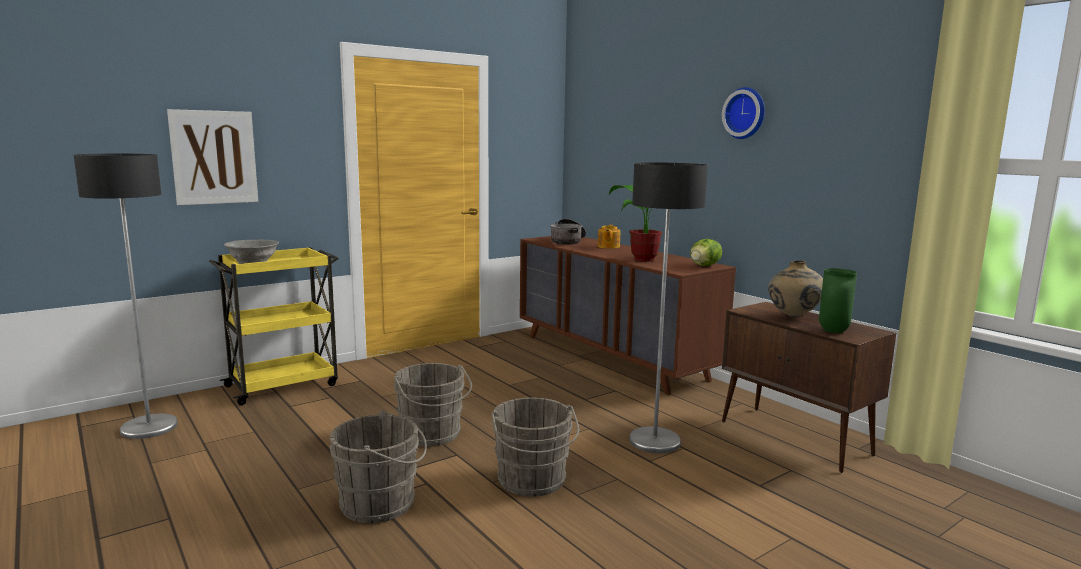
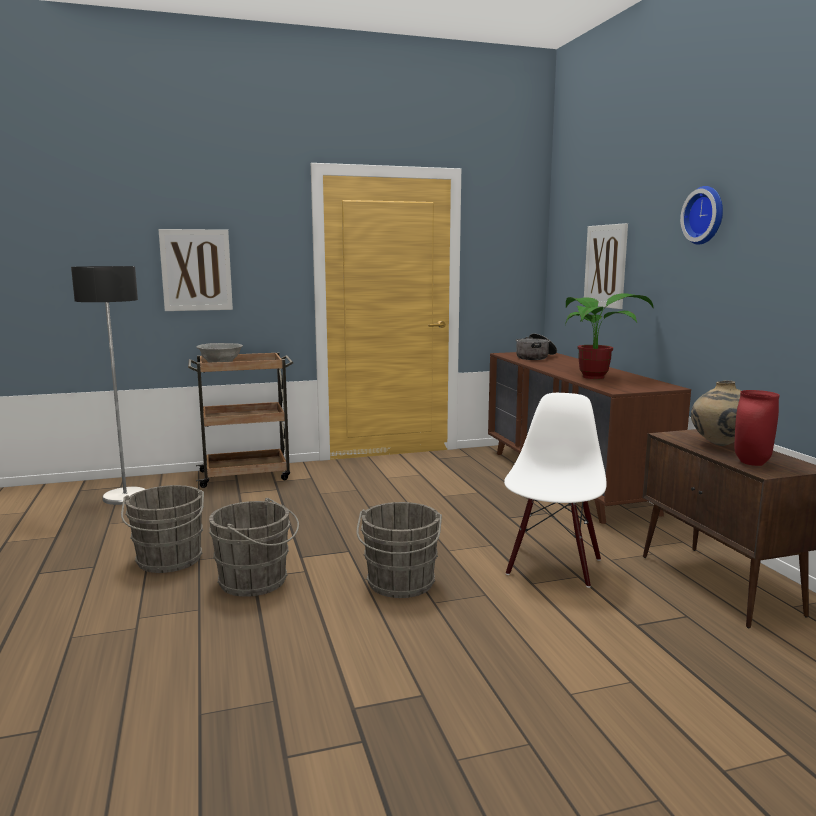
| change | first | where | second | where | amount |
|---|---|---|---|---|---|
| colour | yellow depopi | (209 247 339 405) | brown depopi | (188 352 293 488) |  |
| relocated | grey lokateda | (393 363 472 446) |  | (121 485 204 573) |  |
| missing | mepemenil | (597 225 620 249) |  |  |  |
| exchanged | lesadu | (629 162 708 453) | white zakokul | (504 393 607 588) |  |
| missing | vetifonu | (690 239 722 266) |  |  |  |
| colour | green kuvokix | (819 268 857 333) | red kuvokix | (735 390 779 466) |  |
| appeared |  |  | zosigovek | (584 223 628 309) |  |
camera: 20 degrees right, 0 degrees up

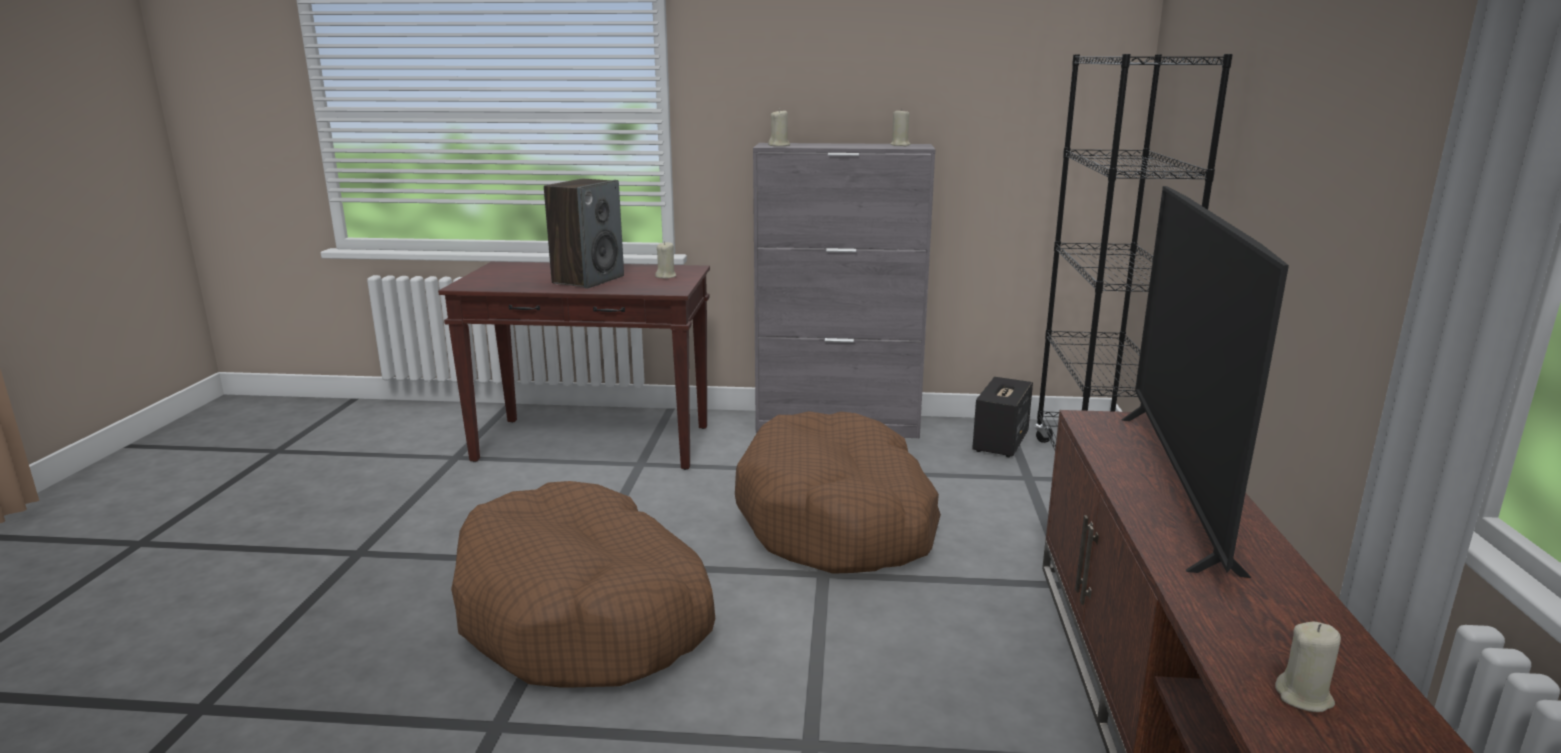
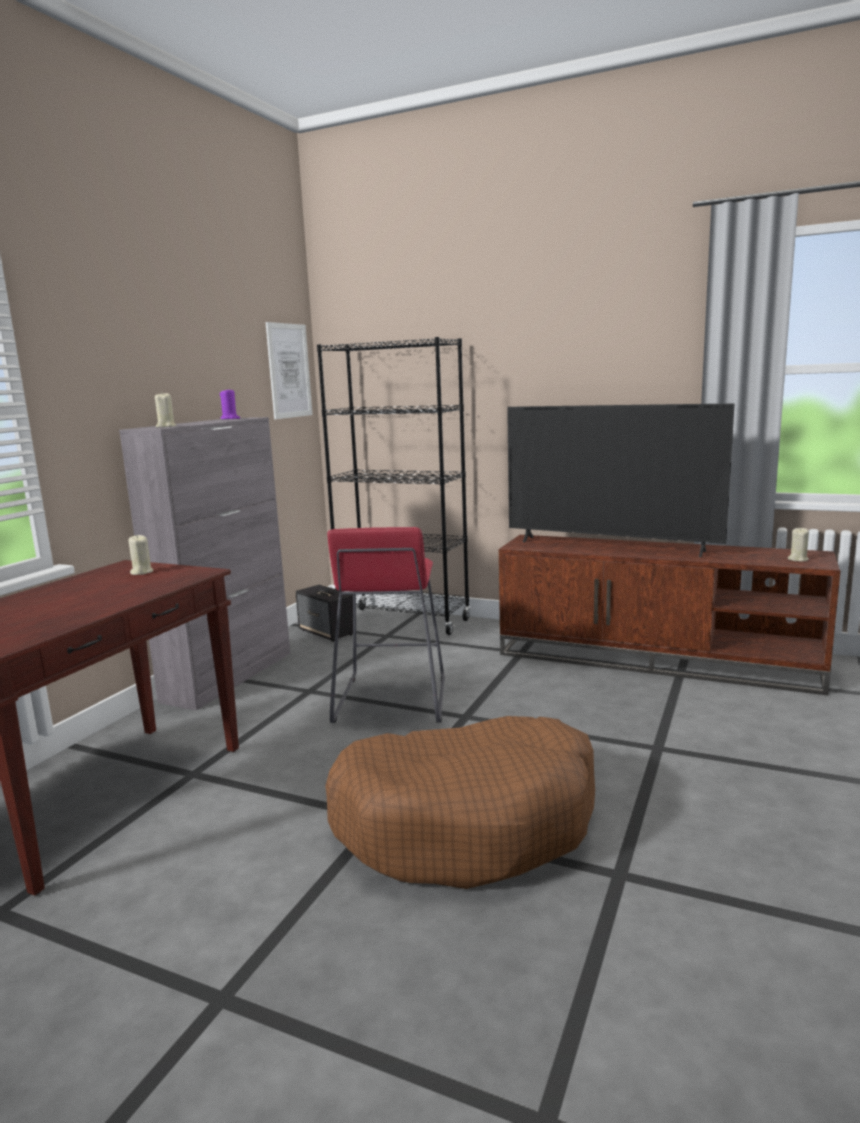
| change | first | where | second | where | amount |
|---|---|---|---|---|---|
| missing | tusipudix | (544 179 624 289) |  |  |  |
| exchanged | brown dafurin | (735 411 941 574) | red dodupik | (327 527 445 723) |  |
| colour | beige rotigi | (890 110 911 146) | purple rotigi | (220 390 240 419) |  |
| appeared |  |  | zosigovek | (266 322 313 419) |  |
camera: 70 degrees left, 5 degrees down

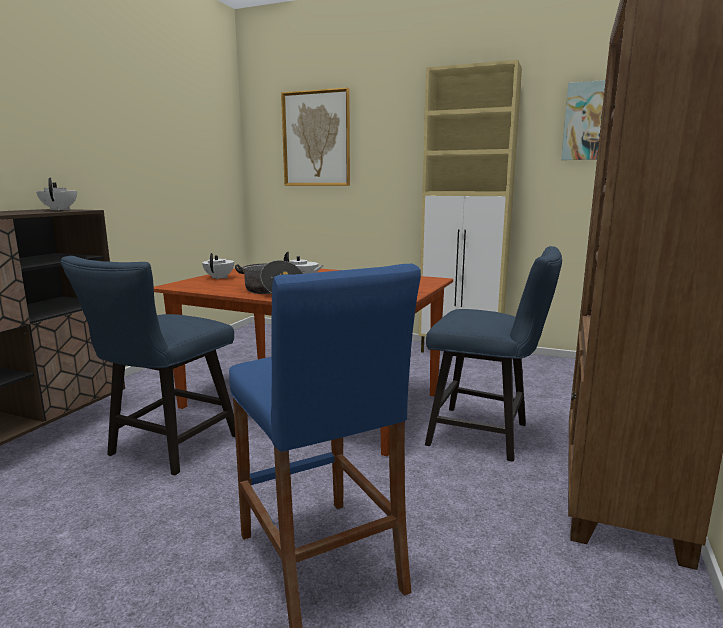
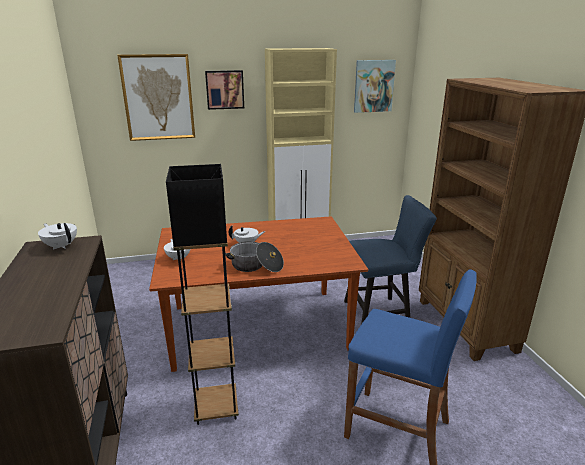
| change | first | where | second | where | amount |
|---|---|---|---|---|---|
| exchanged | blue zakokul | (60 256 235 475) | black lesadu | (166 164 239 425) |  |
| appeared |  |  | zosigovek | (205 70 244 110) |  |
camera: 35 degrees left, 10 degrees up

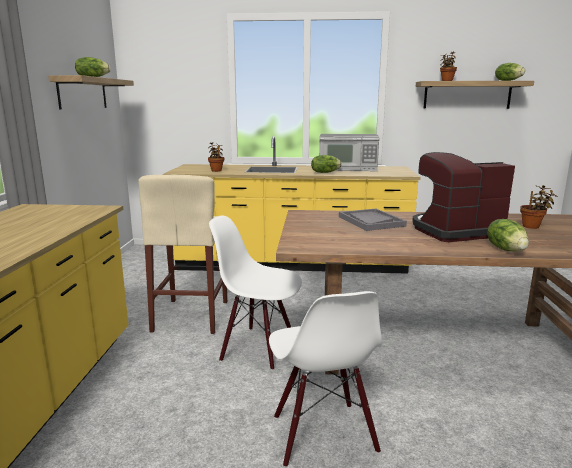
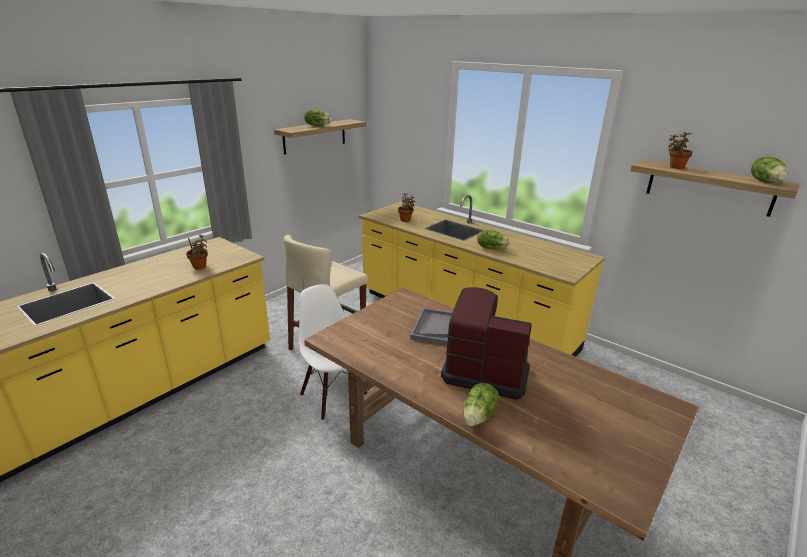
| change | first | where | second | where | amount |
|---|---|---|---|---|---|
| missing | white zakokul | (269 291 382 467) |  |  |  |
| missing | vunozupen | (319 134 379 171) |  |  |  |
| relocated | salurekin | (520 185 558 229) |  | (186 235 208 269) |  |
camera: 35 degrees right, 10 degrees up

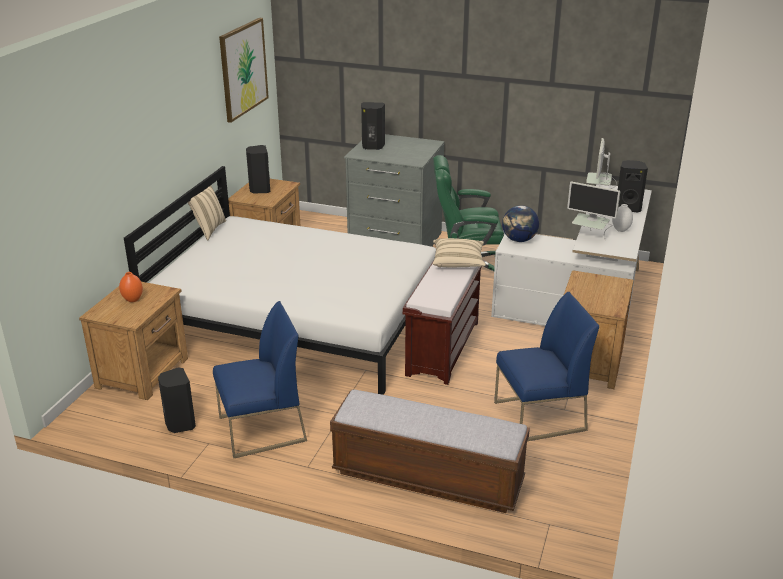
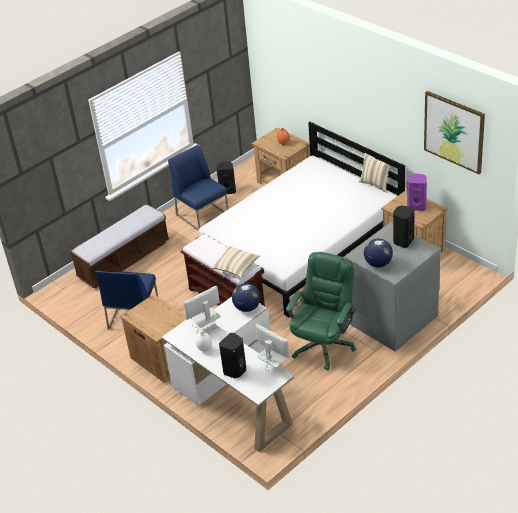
| change | first | where | second | where | amount |
|---|---|---|---|---|---|
| spun | blue zakokul | (213 301 307 458) |  | (168 145 228 231) | 135 degrees clockwise |
| colour | black tusipudix | (246 145 270 194) | purple tusipudix | (407 174 427 211) |  |
| appeared |  |  | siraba | (364 239 393 267) |  |
camera: 120 degrees right, 10 degrees up

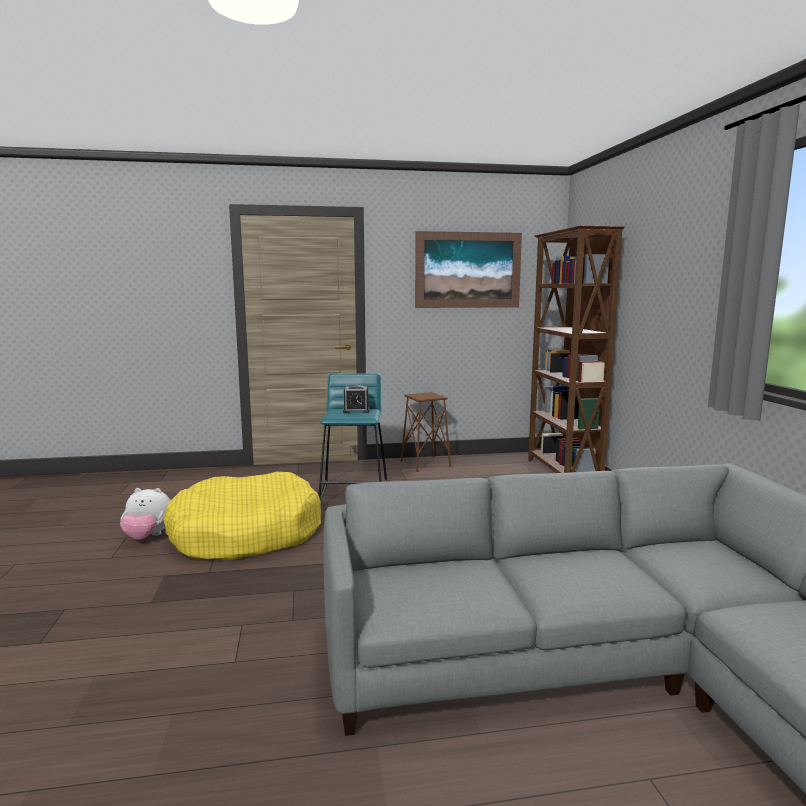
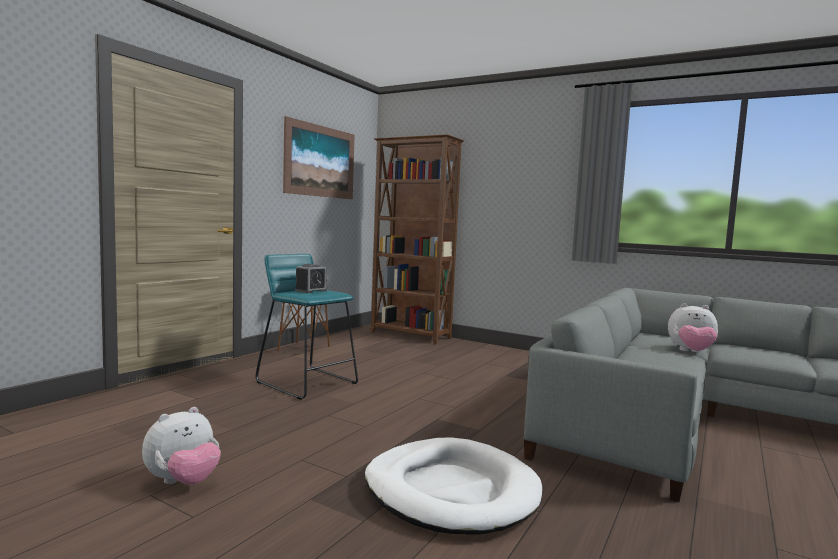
| change | first | where | second | where | amount |
|---|---|---|---|---|---|
| missing | yellow dafurin | (163 472 321 560) |  |  |  |
| appeared |  |  | white dafurin | (365 437 543 534) |  |
| appeared |  |  | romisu | (668 303 718 352) |  |
camera: 50 degrees left, 5 degrees down

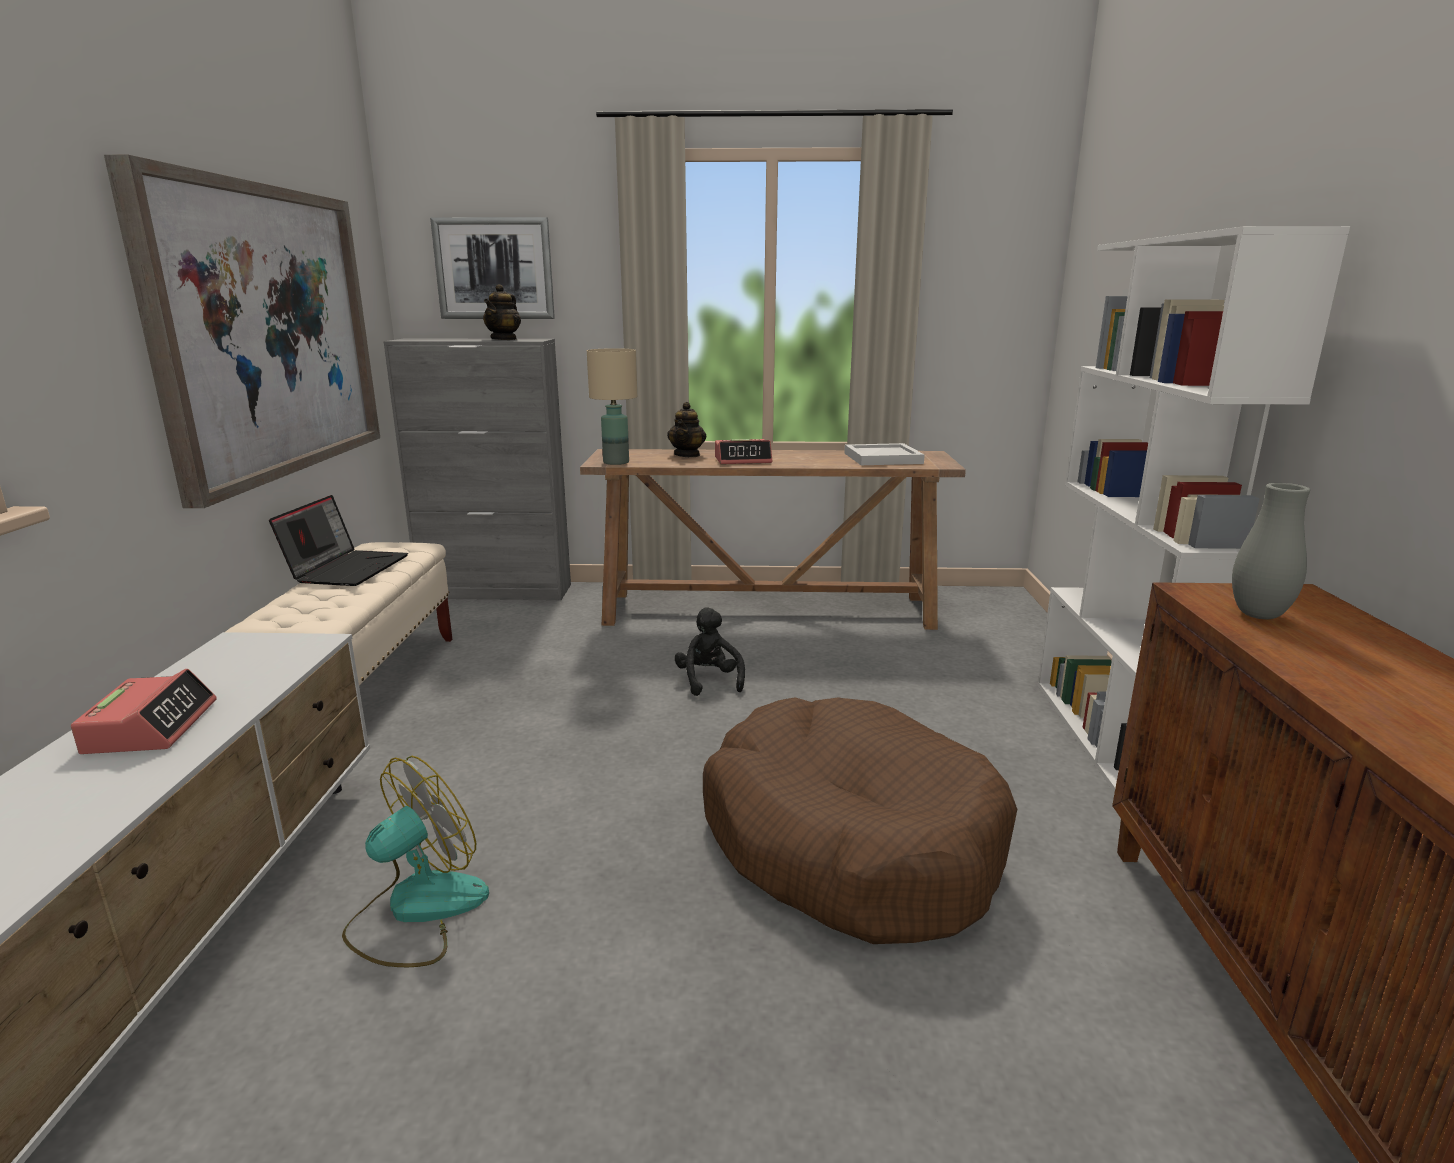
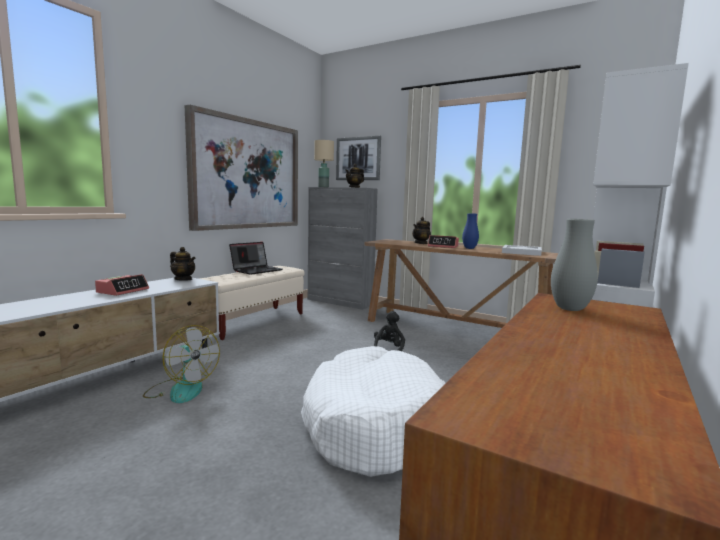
| change | first | where | second | where | amount |
|---|---|---|---|---|---|
| spun | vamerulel | (342 756 489 967) |  | (143 325 220 403) | 60 degrees clockwise |
| relocated | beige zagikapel | (587 348 637 465) |  | (314 140 334 187) |  |
| colour | brown dafurin | (703 697 1017 944) | white dafurin | (301 346 446 477) |  |
| appeared |  |  | mepemenil | (170 247 195 281) |  |
| appeared |  |  | blue kuvokix | (462 213 479 249) |  |
camera: 30 degrees right, 10 degrees down

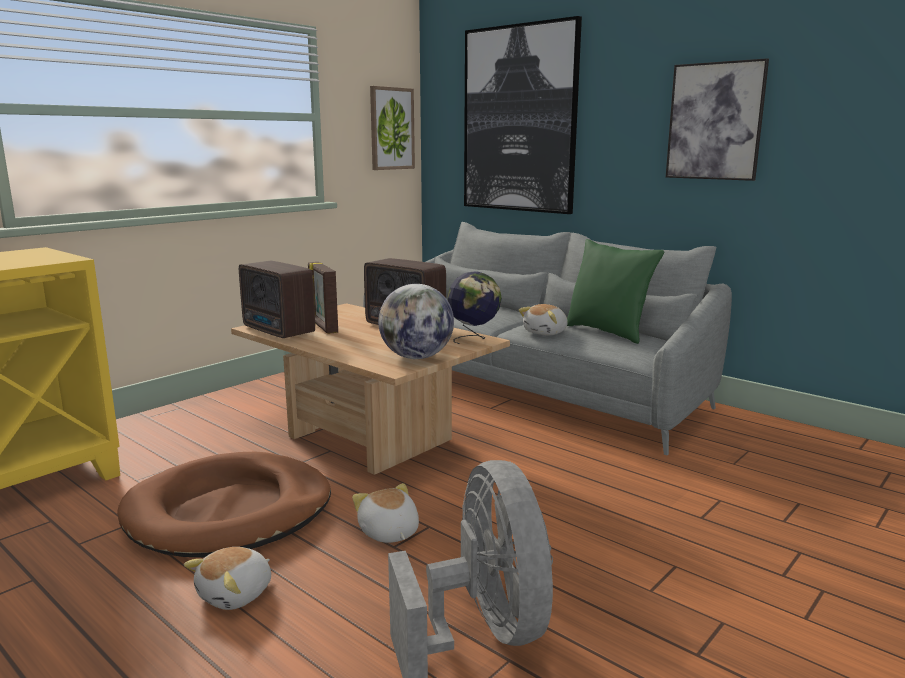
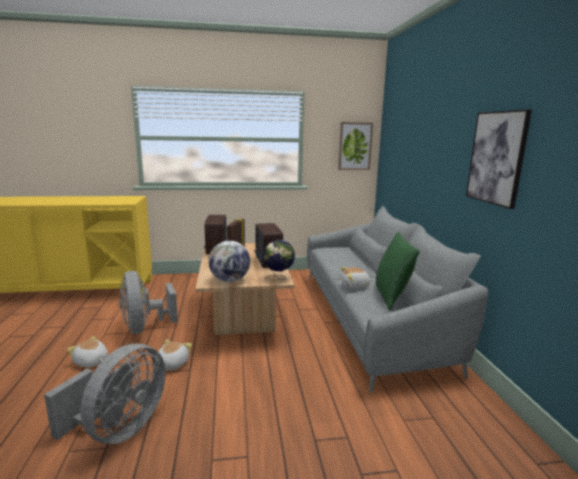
| change | first | where | second | where | amount |
|---|---|---|---|---|---|
| exchanged | brown dafurin | (117 452 331 558) | grey vamerulel | (119 271 178 334) |  |
| spun | romisu | (184 547 271 610) |  | (67 336 108 367) | 45 degrees clockwise |
| missing | zosigovek | (464 16 582 214) |  |  |  |
camera: 40 degrees right, 0 degrees up

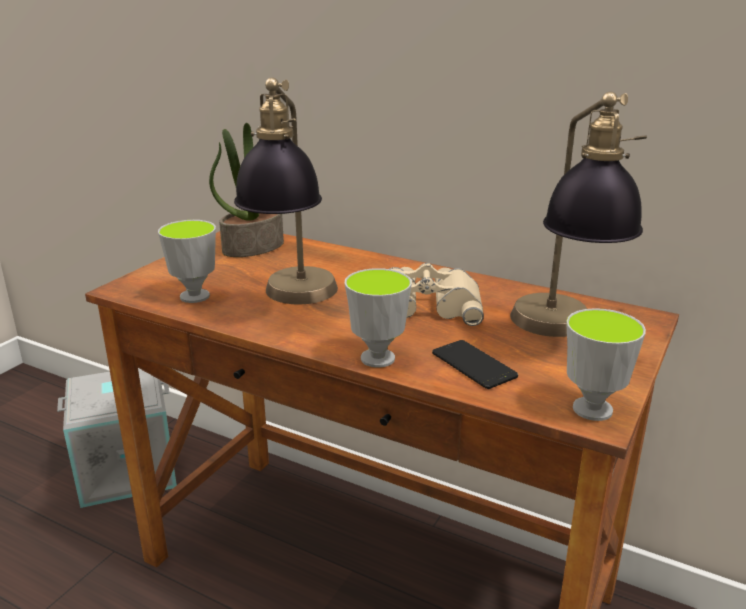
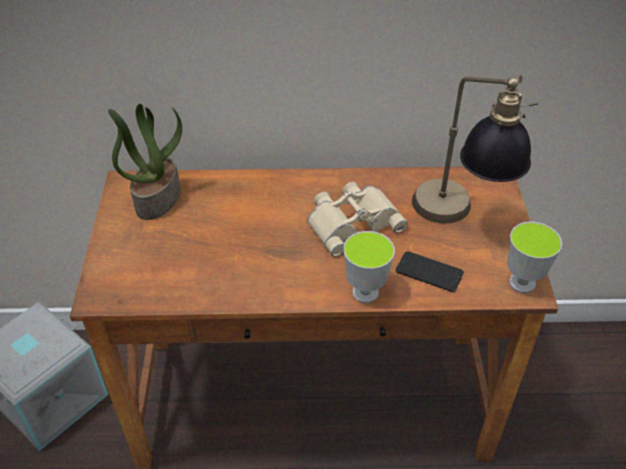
| change | first | where | second | where | amount |
|---|---|---|---|---|---|
| missing | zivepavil | (158 220 216 303) |  |  |  |
| missing | zagikapel | (234 77 338 304) |  |  |  |
camera: 30 degrees left, 20 degrees up

